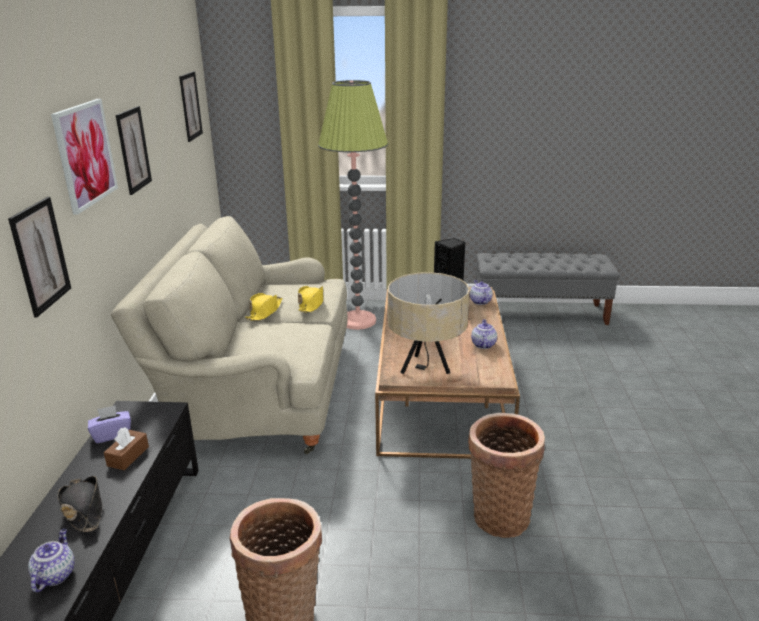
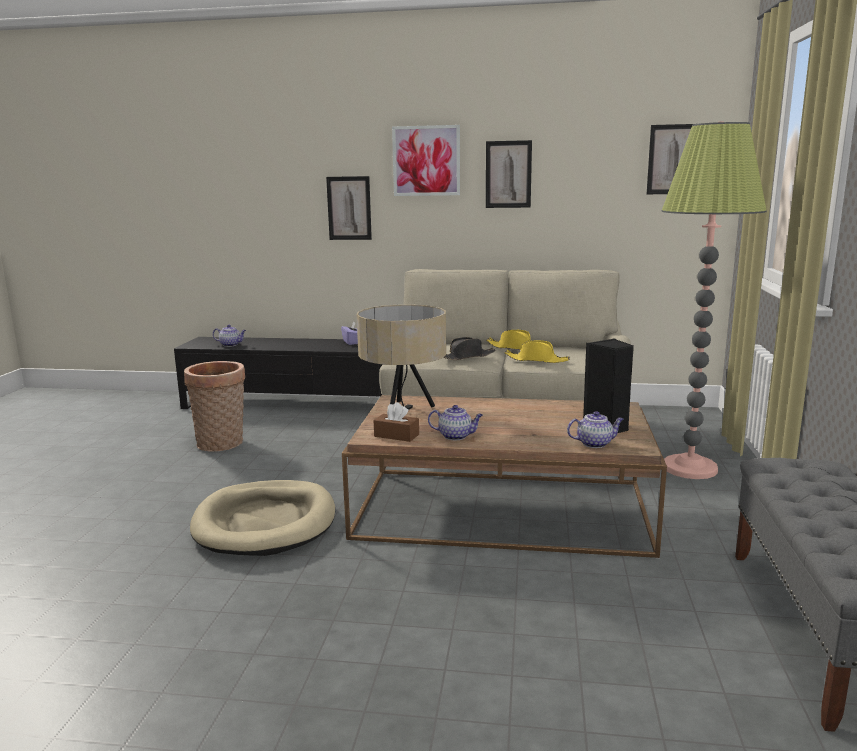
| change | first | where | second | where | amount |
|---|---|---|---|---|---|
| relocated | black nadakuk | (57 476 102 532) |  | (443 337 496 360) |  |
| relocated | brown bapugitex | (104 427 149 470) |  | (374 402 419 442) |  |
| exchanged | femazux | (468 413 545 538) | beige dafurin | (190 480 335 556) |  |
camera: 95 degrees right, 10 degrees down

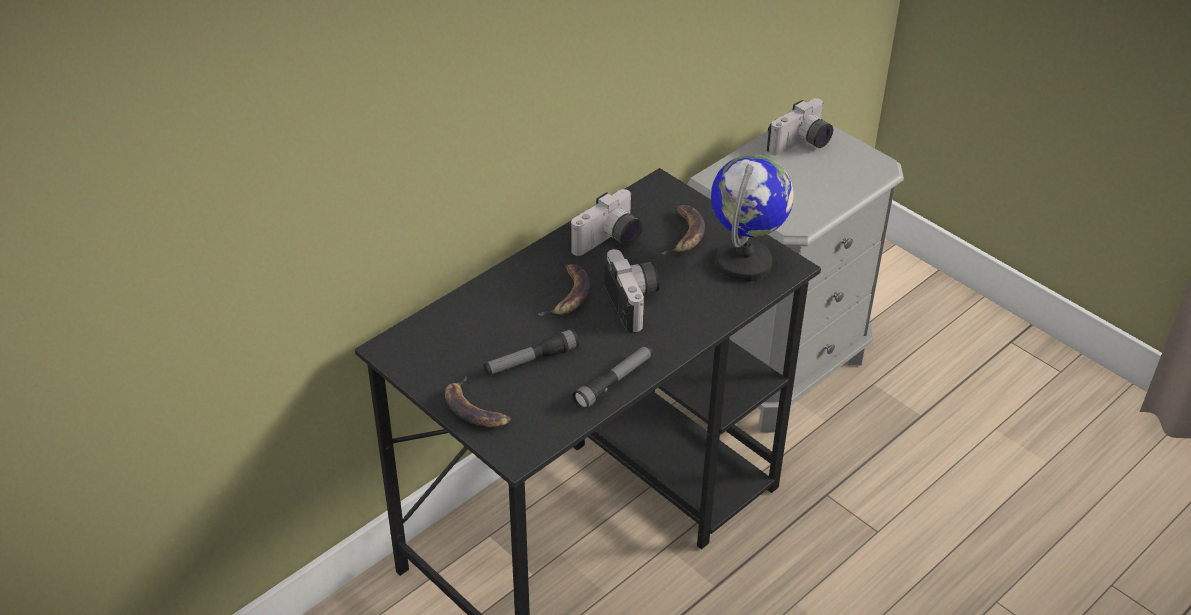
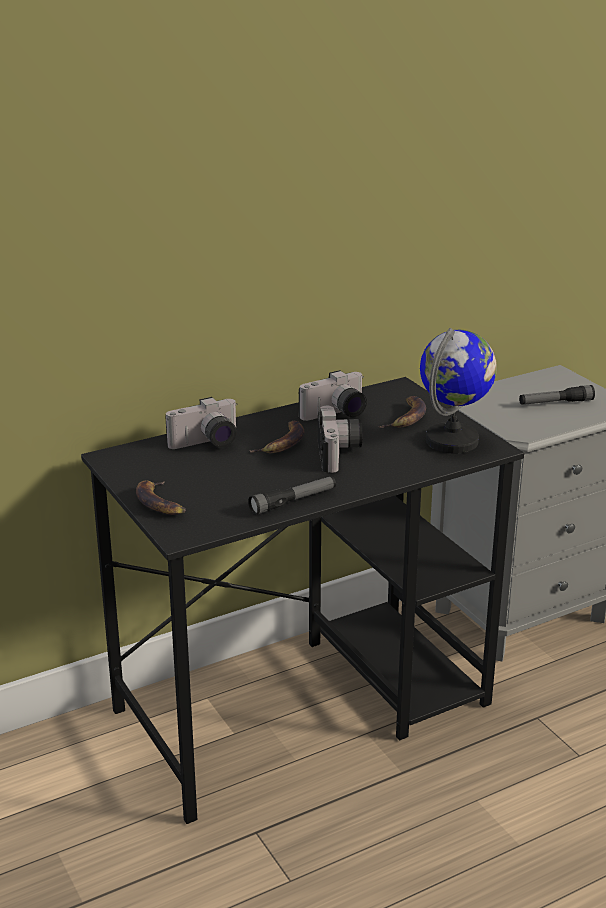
| change | first | where | second | where | amount |
|---|---|---|---|---|---|
| relocated | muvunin | (484 329 579 375) |  | (519 385 595 405) |  |
| relocated | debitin | (767 98 833 155) |  | (165 397 238 449) |  |
camera: 15 degrees right, 15 degrees down

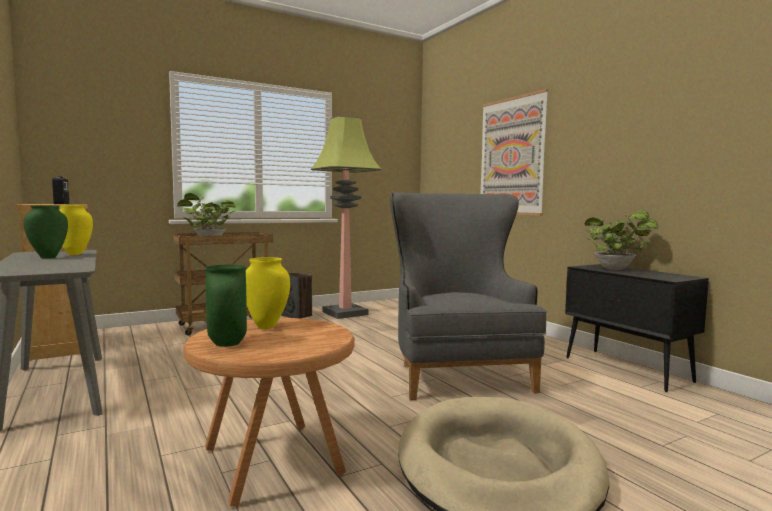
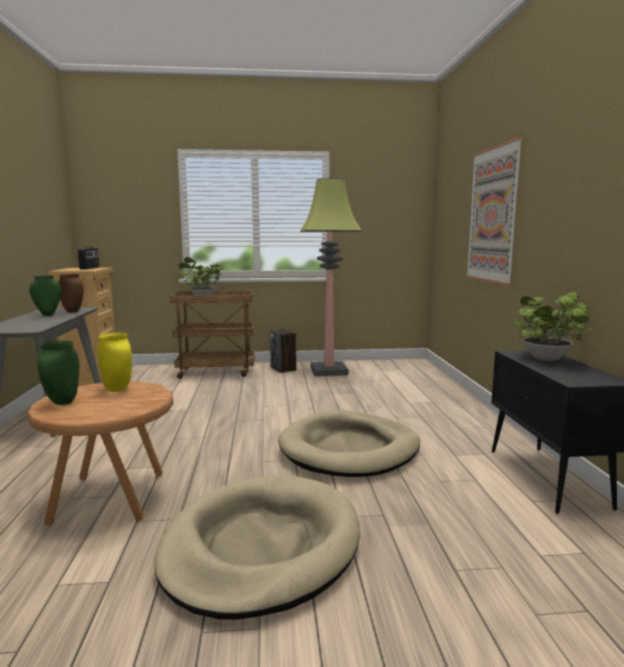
| change | first | where | second | where | amount |
|---|---|---|---|---|---|
| colour | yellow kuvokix | (59 205 93 255) | brown kuvokix | (58 274 84 313) |  |
| exchanged | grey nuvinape | (390 192 547 400) | beige dafurin | (278 410 420 477) |  |
camera: 25 degrees right, 5 degrees up

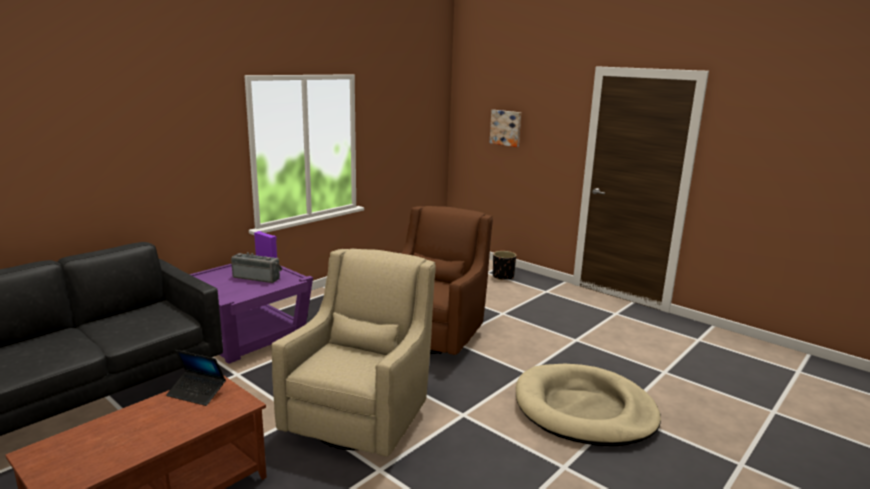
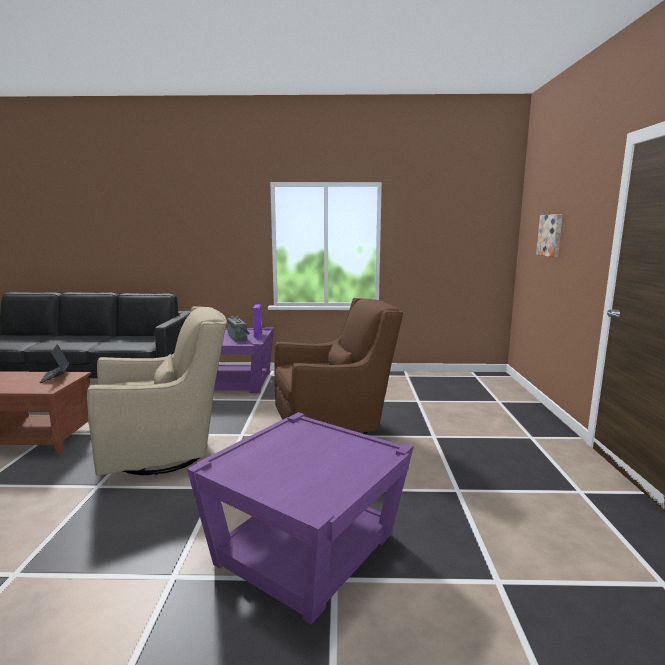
| change | first | where | second | where | amount |
|---|---|---|---|---|---|
| missing | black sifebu | (493 251 516 280) |  |  |  |
| exchanged | beige dafurin | (516 364 661 446) | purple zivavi | (187 412 414 625) |  |
camera: 50 degrees right, 5 degrees down

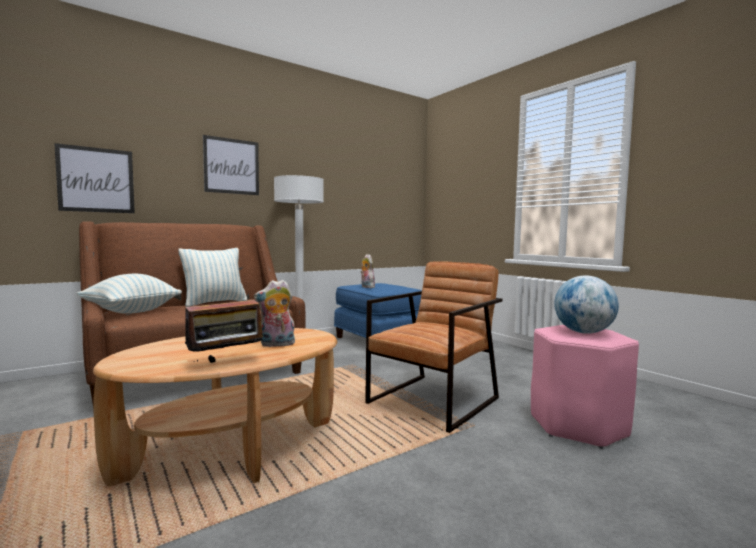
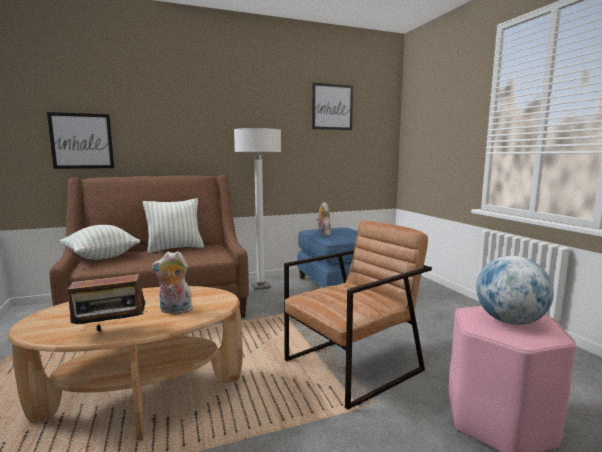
| change | first | where | second | where | amount |
|---|---|---|---|---|---|
| relocated | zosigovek | (203 135 259 195) |  | (312 83 353 130) |  |
camera: 15 degrees right, 5 degrees up

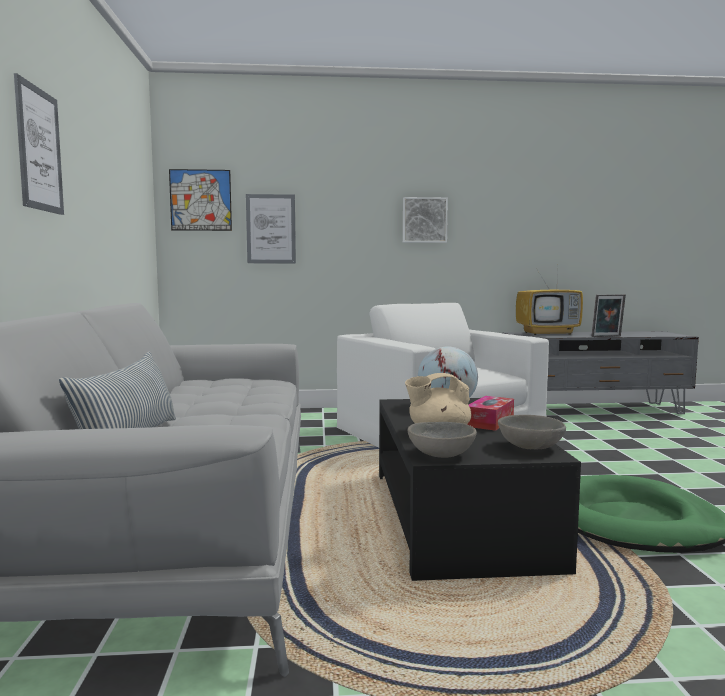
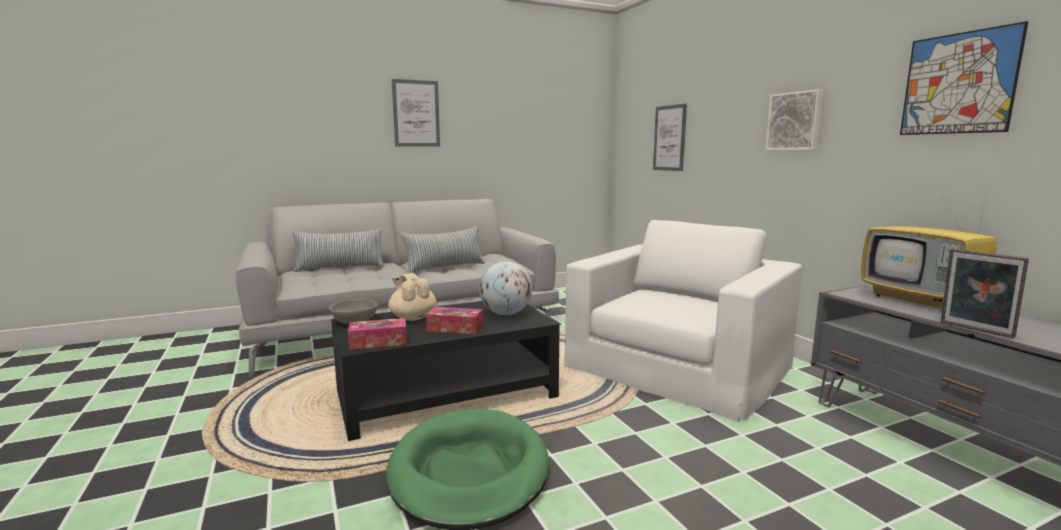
| change | first | where | second | where | amount |
|---|---|---|---|---|---|
| relocated | zosigovek | (169 169 232 231) |  | (900 21 1028 135) |  |
| exchanged | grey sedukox | (498 415 566 450) | bapugitex | (348 318 407 350) |  |
| appeared |  |  | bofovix | (401 226 485 273) |  |
camera: 70 degrees right, 5 degrees up

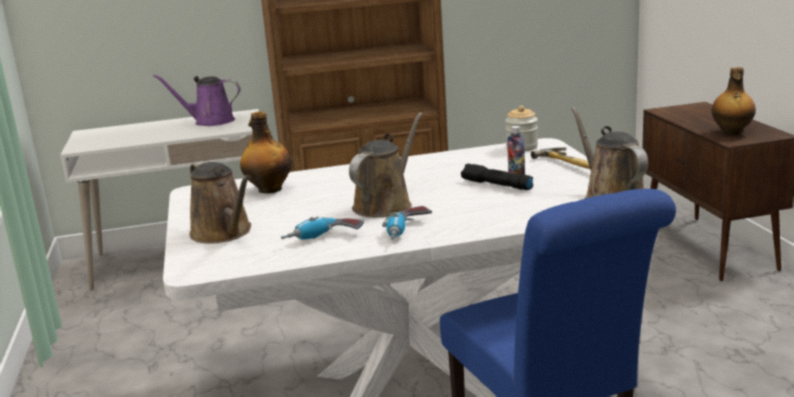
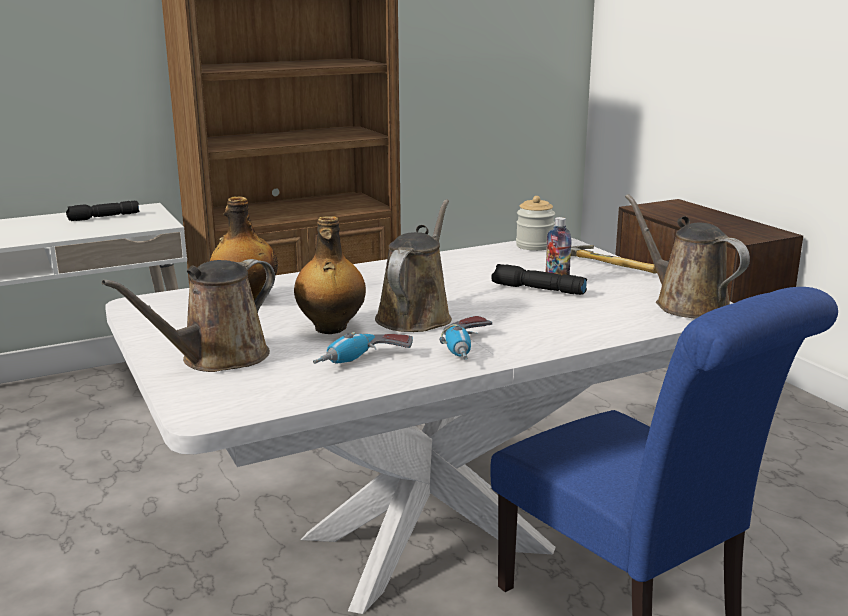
| change | first | where | second | where | amount |
|---|---|---|---|---|---|
| exchanged | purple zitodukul | (153 75 241 126) | black muvunin | (66 201 140 221) |  |
| spun | brown zitodukul | (189 161 251 243) |  | (102 259 275 372) | 90 degrees clockwise |
| relocated | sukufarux | (712 67 756 135) |  | (294 216 366 334) |  |
camera: 15 degrees left, 0 degrees up

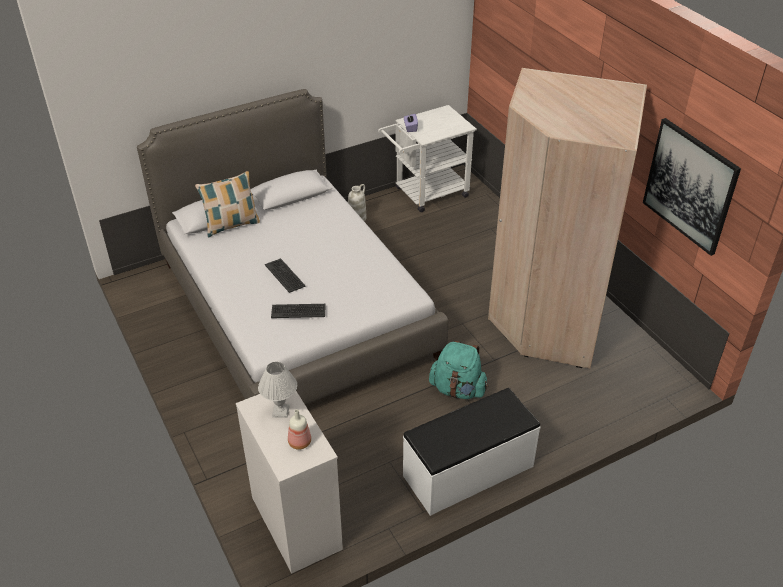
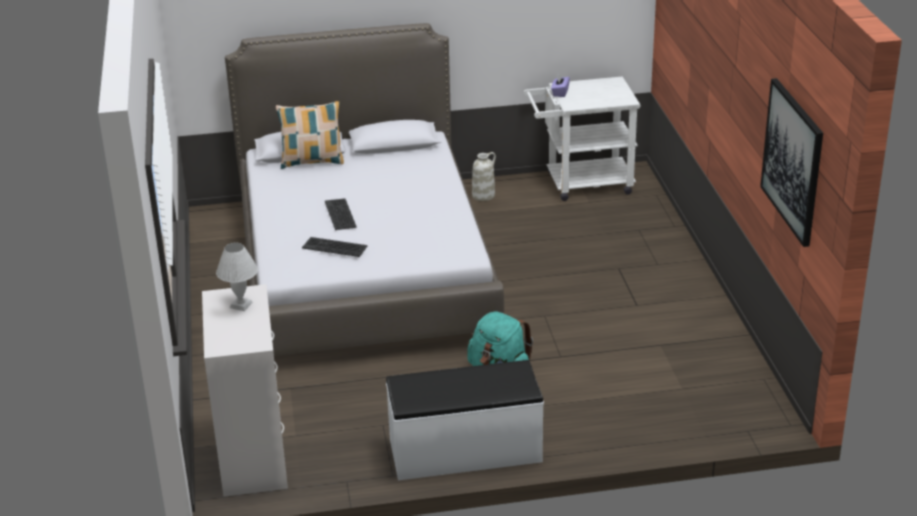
| change | first | where | second | where | amount |
|---|---|---|---|---|---|
| missing | sukufarux | (288 409 311 450) |  |  |  |
| missing | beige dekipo | (488 68 647 369) |  |  |  |
camera: 20 degrees right, 10 degrees down

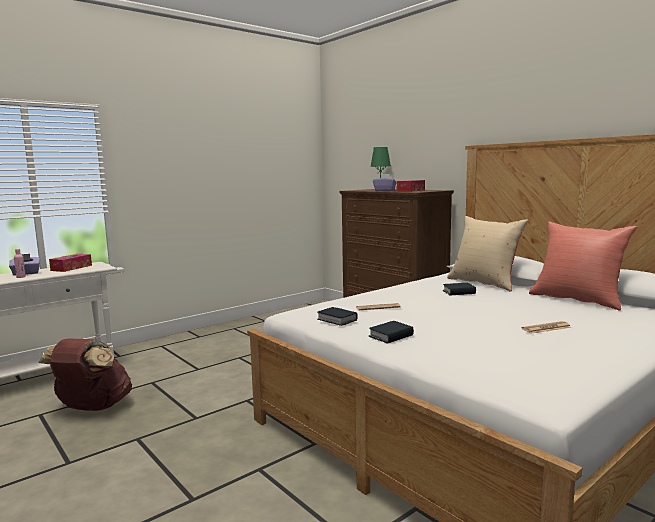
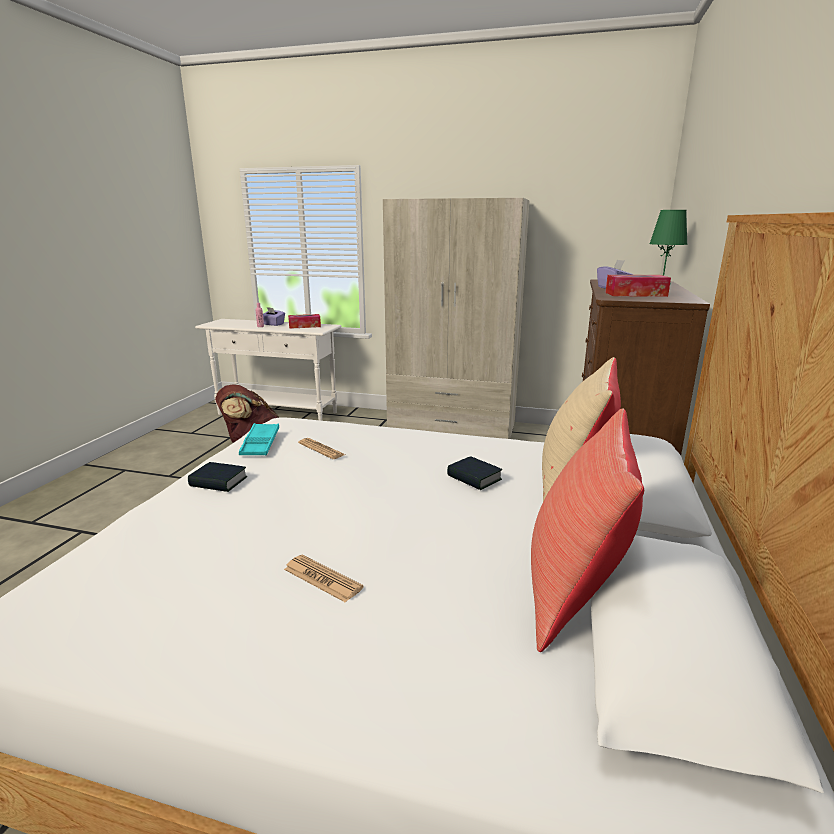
| change | first | where | second | where | amount |
|---|---|---|---|---|---|
| exchanged | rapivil | (317 307 358 326) | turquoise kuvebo | (239 423 279 455) |  |
| appeared |  |  | beige dekipo | (383 198 529 439) |  |
camera: 55 degrees right, 10 degrees up

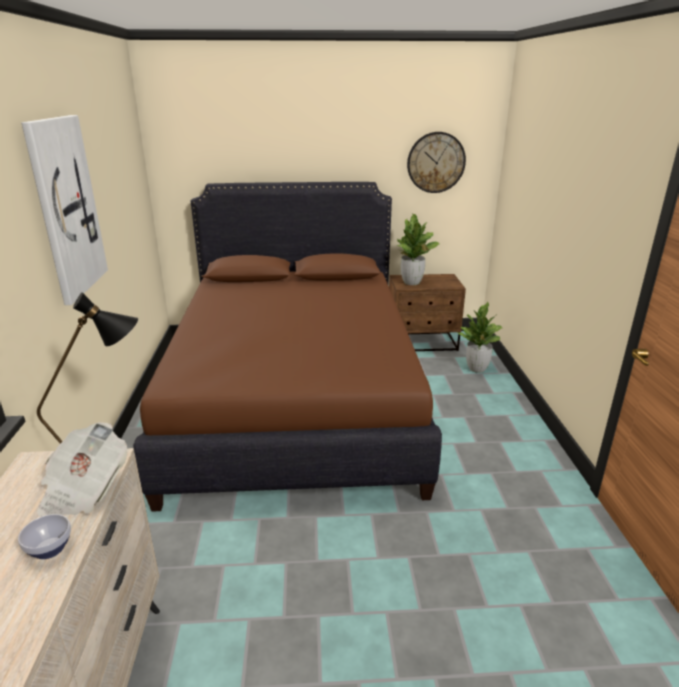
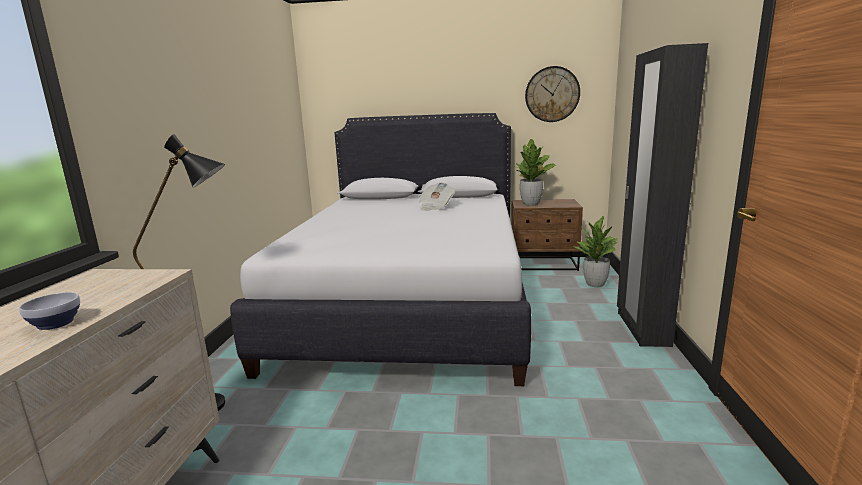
| change | first | where | second | where | amount |
|---|---|---|---|---|---|
| missing | zosigovek | (21 115 108 305) |  |  |  |
| relocated | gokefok | (37 422 127 517) |  | (419 183 455 211) |  |
| colour | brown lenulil | (133 182 442 512) | white lenulil | (230 113 531 386) |  |
| appeared |  |  | black dekipo | (617 43 708 347) |  |
camera: 10 degrees right, 10 degrees down

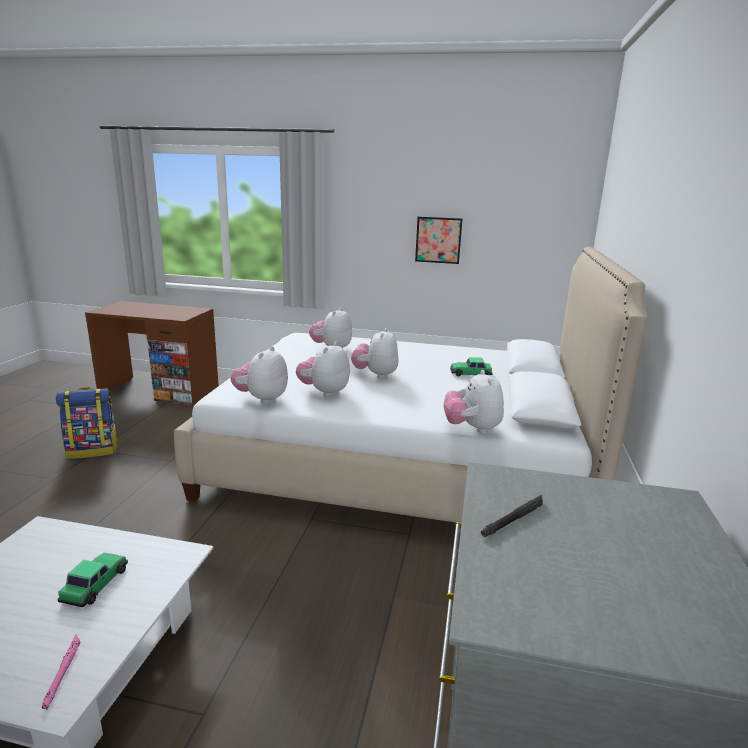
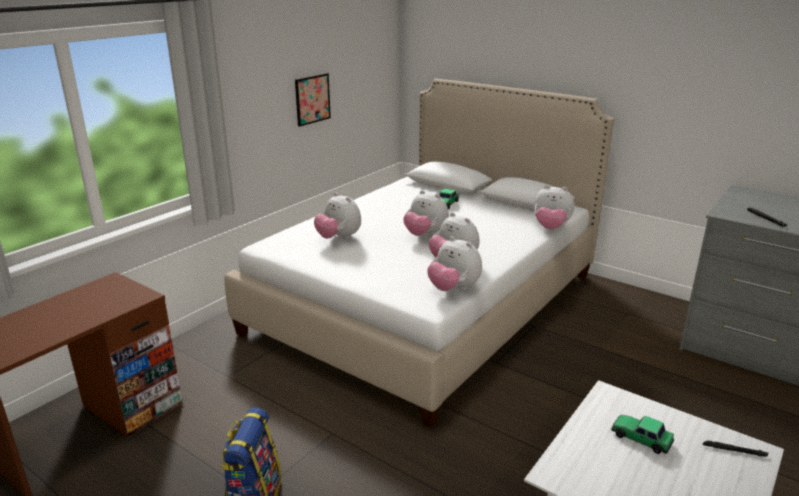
| change | first | where | second | where | amount |
|---|---|---|---|---|---|
| colour | pink muvunin | (42 634 80 709) | black muvunin | (703 441 768 457) |  |
camera: 65 degrees left, 5 degrees up

